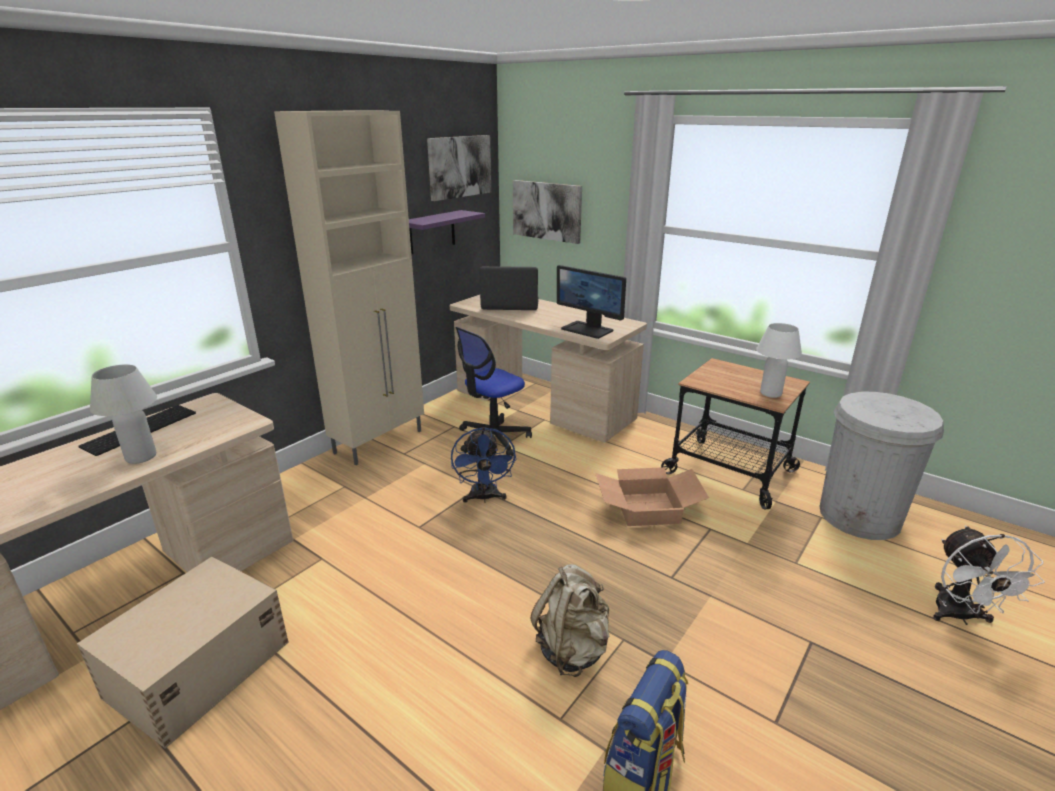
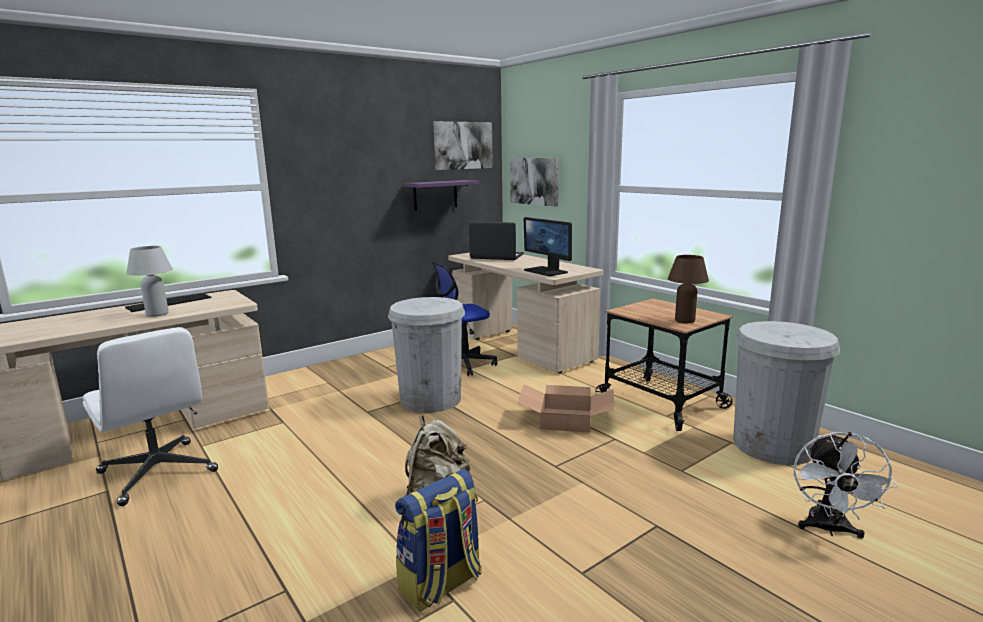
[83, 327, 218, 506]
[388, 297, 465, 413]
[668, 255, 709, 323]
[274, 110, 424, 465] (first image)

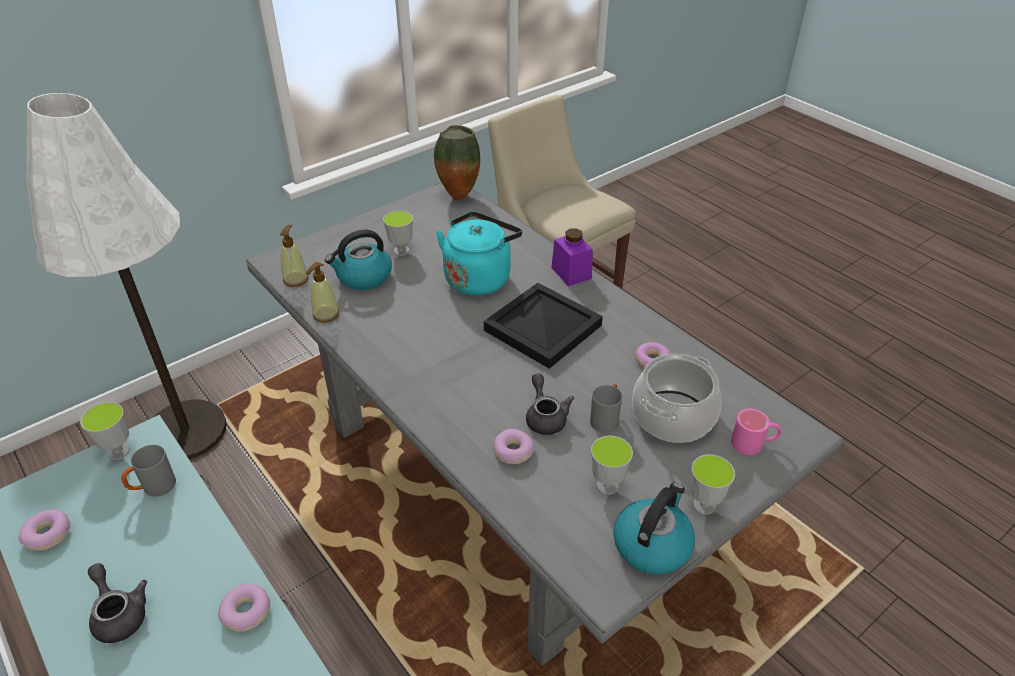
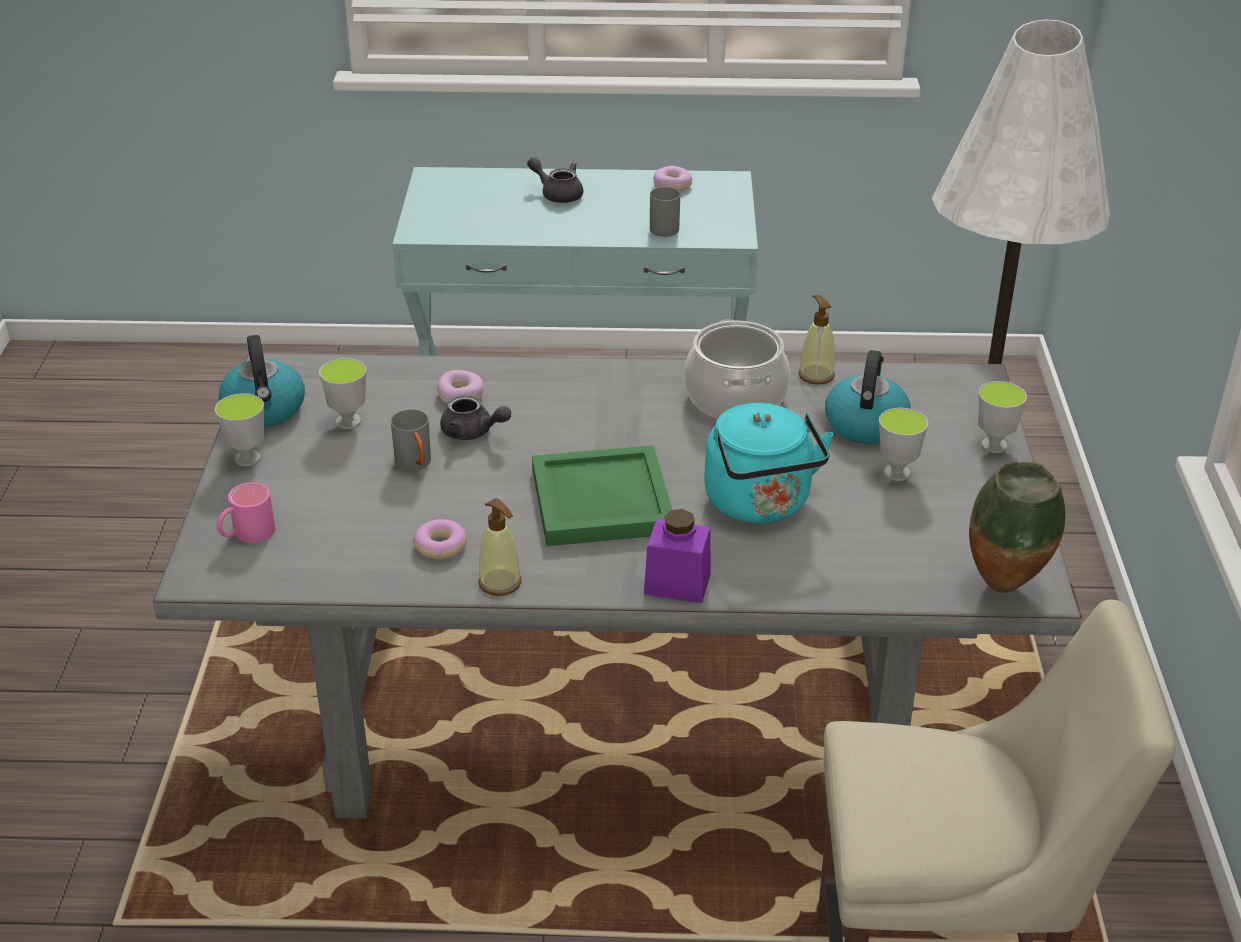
[478, 498, 522, 596]
[527, 157, 583, 203]
[532, 445, 672, 546]
[684, 319, 790, 419]
[978, 381, 1027, 453]
[218, 584, 270, 632] (first image)

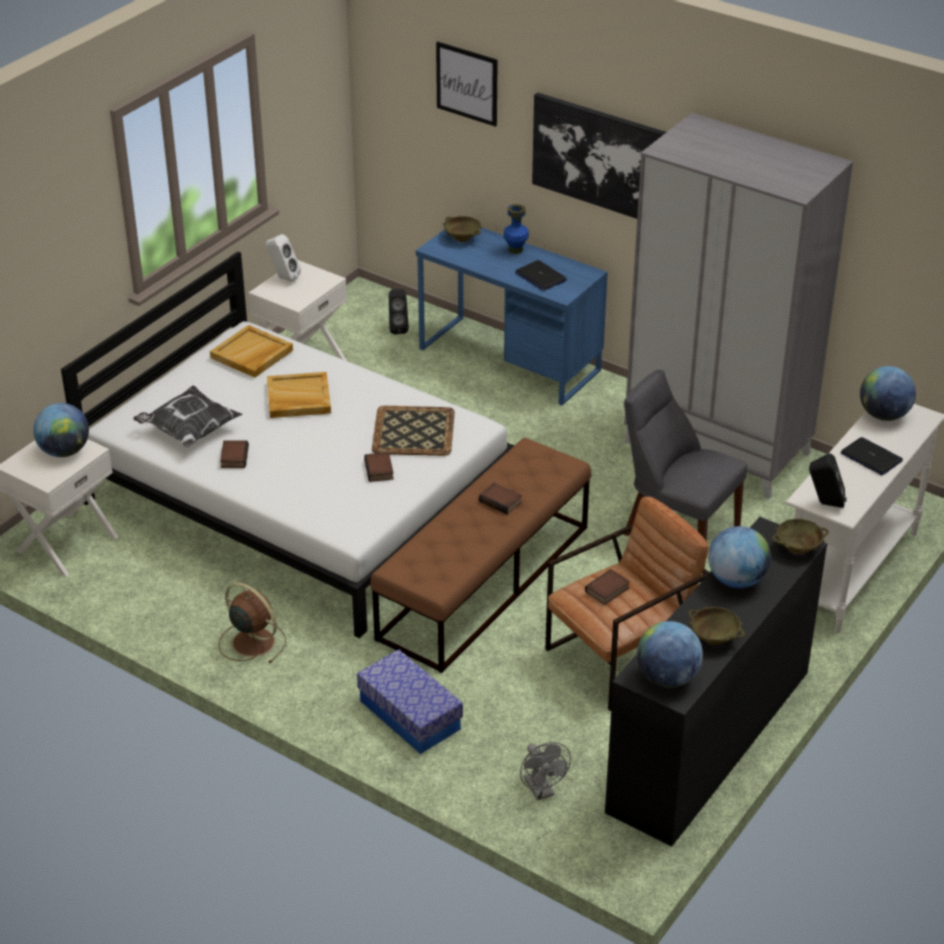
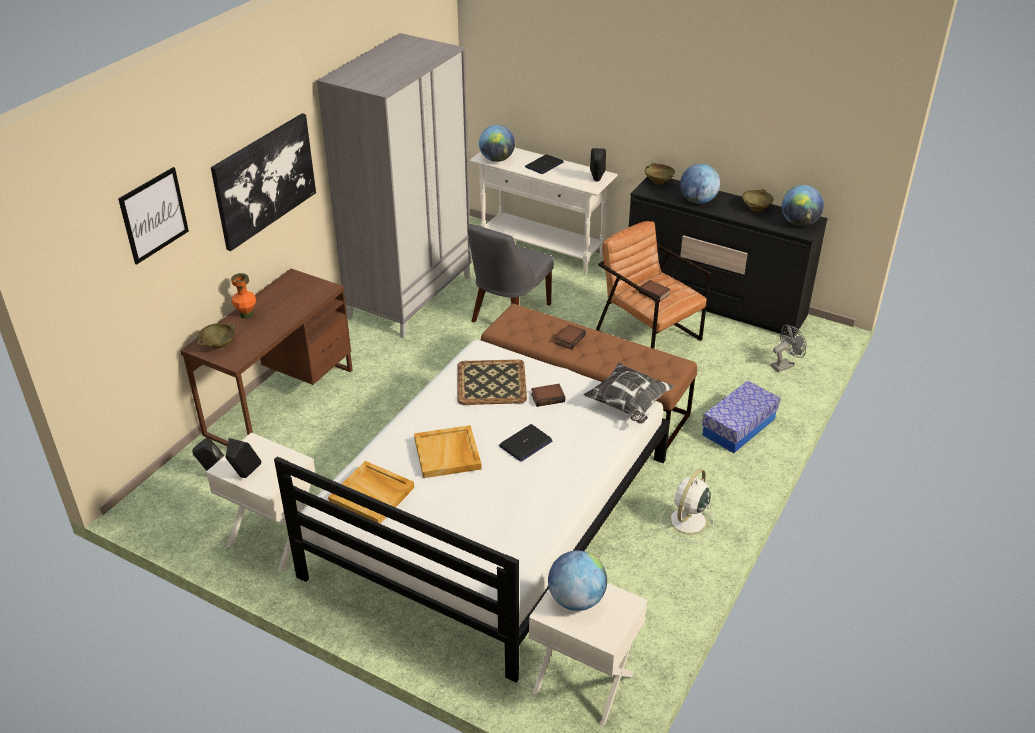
[180, 269, 352, 446]
[225, 438, 261, 478]
[231, 273, 256, 319]
[499, 424, 552, 461]
[583, 363, 674, 424]
[660, 469, 714, 542]
[220, 440, 249, 468] (first image)

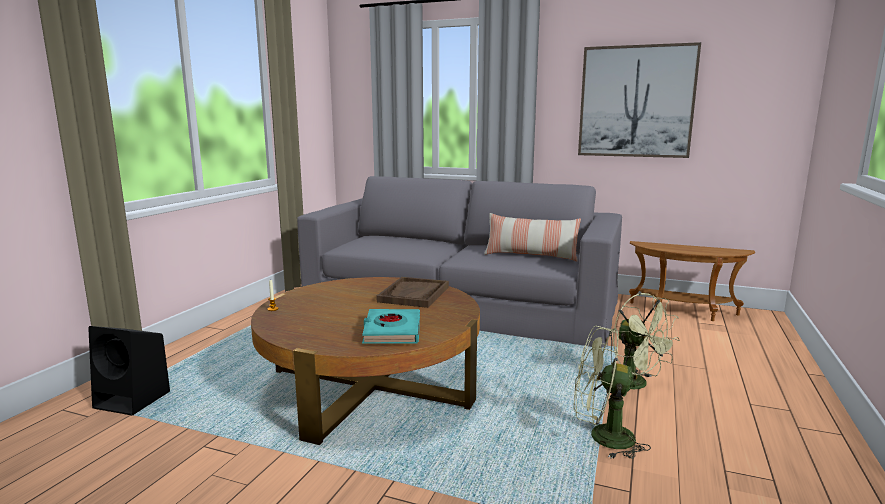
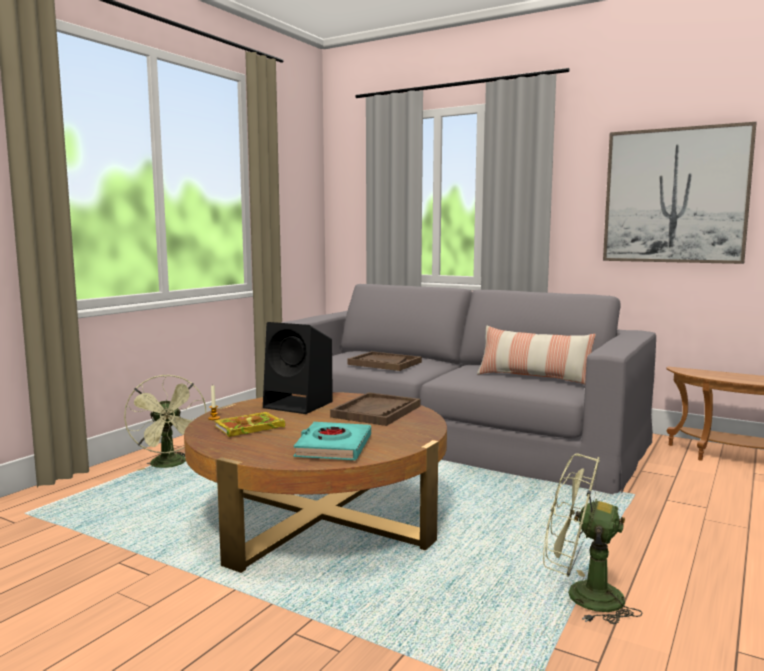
[124, 375, 206, 471]
[214, 412, 285, 437]
[263, 322, 333, 414]
[347, 351, 422, 371]

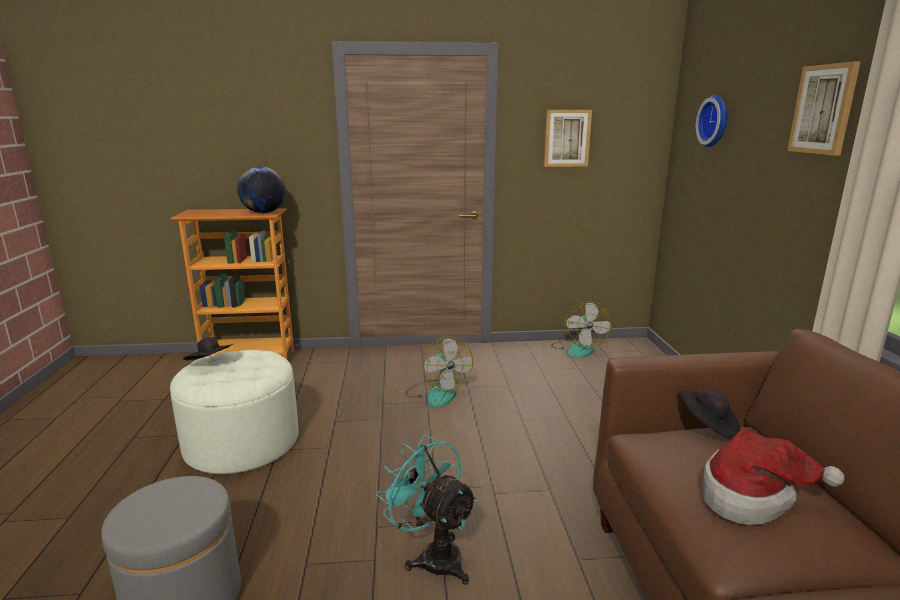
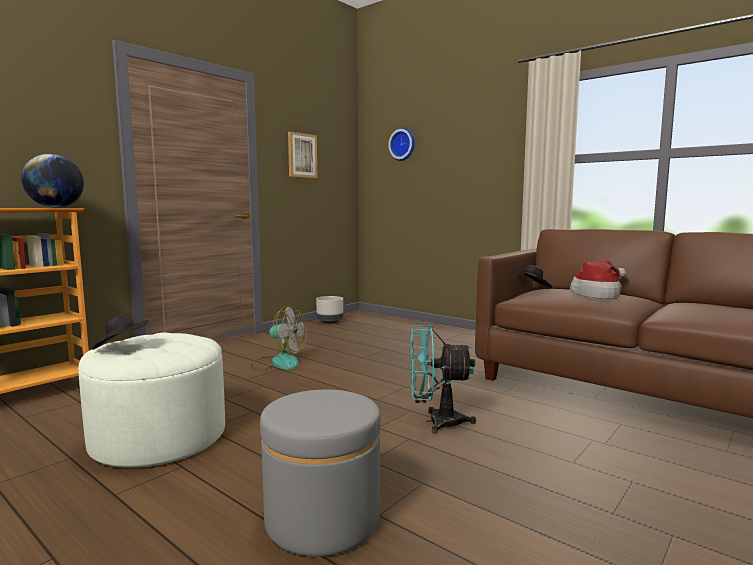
[316, 296, 343, 324]
[787, 61, 861, 156] (first image)

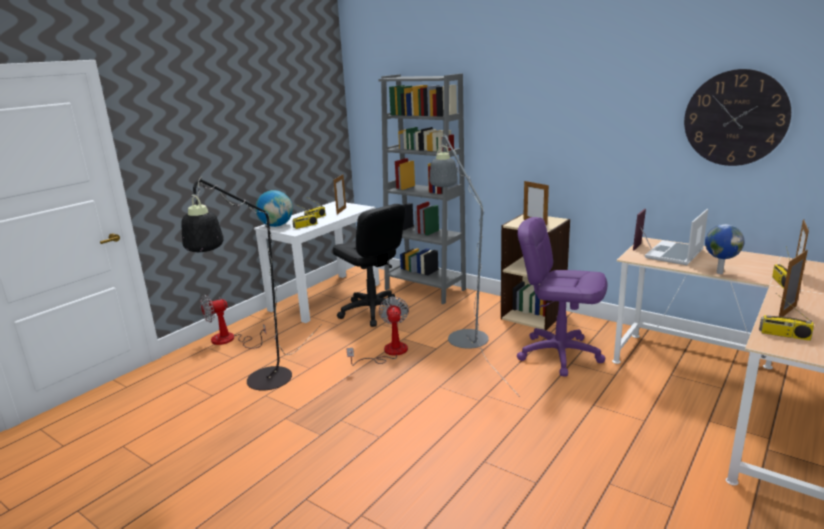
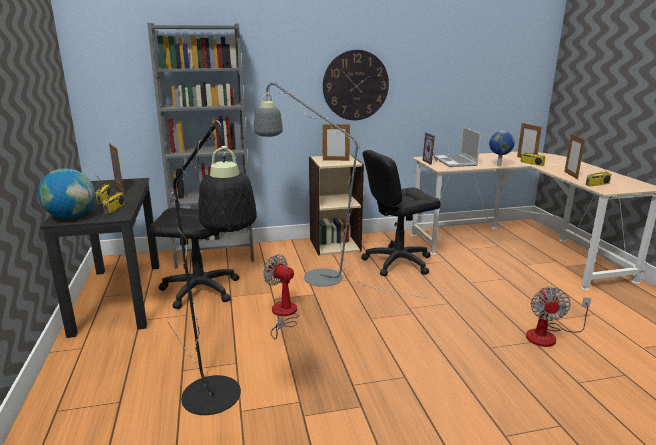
[40, 178, 159, 338]
[323, 50, 389, 120]
[361, 150, 441, 276]
[526, 286, 591, 347]

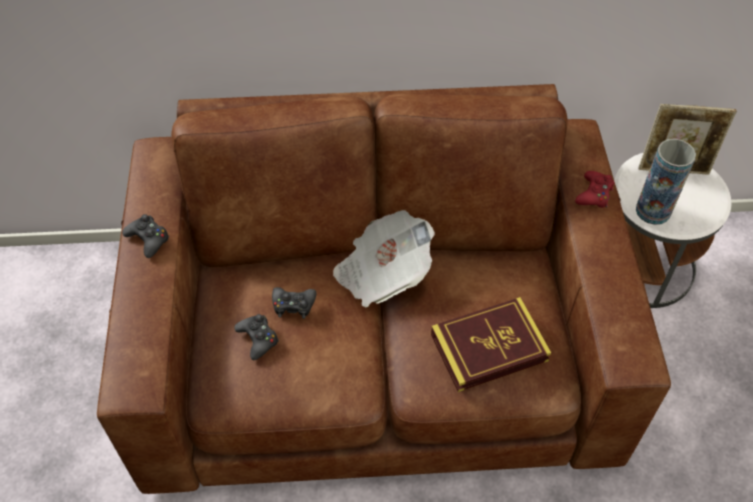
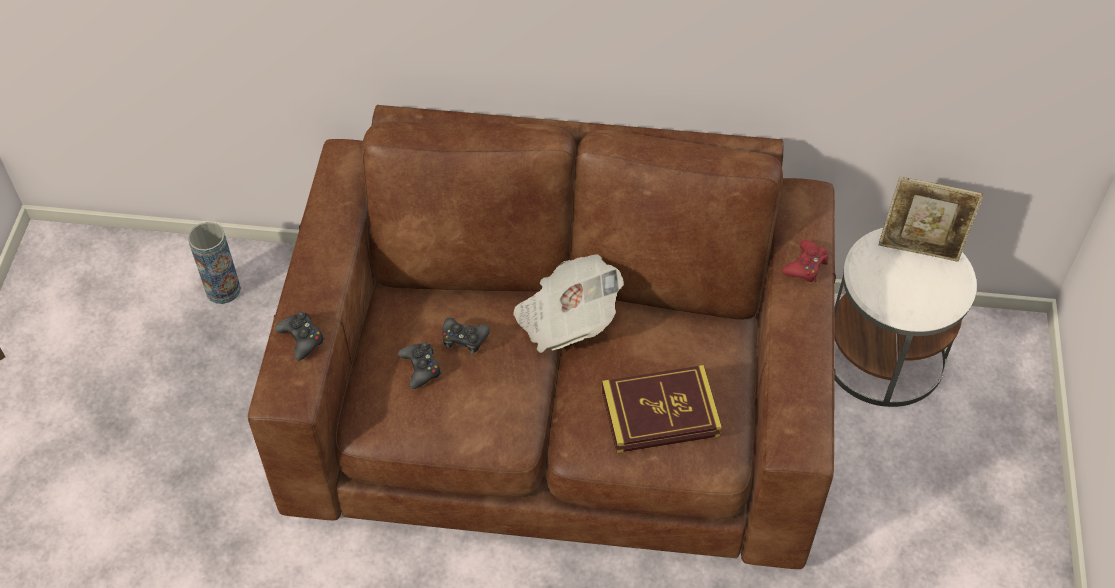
[188, 222, 241, 304]
[275, 311, 325, 361]

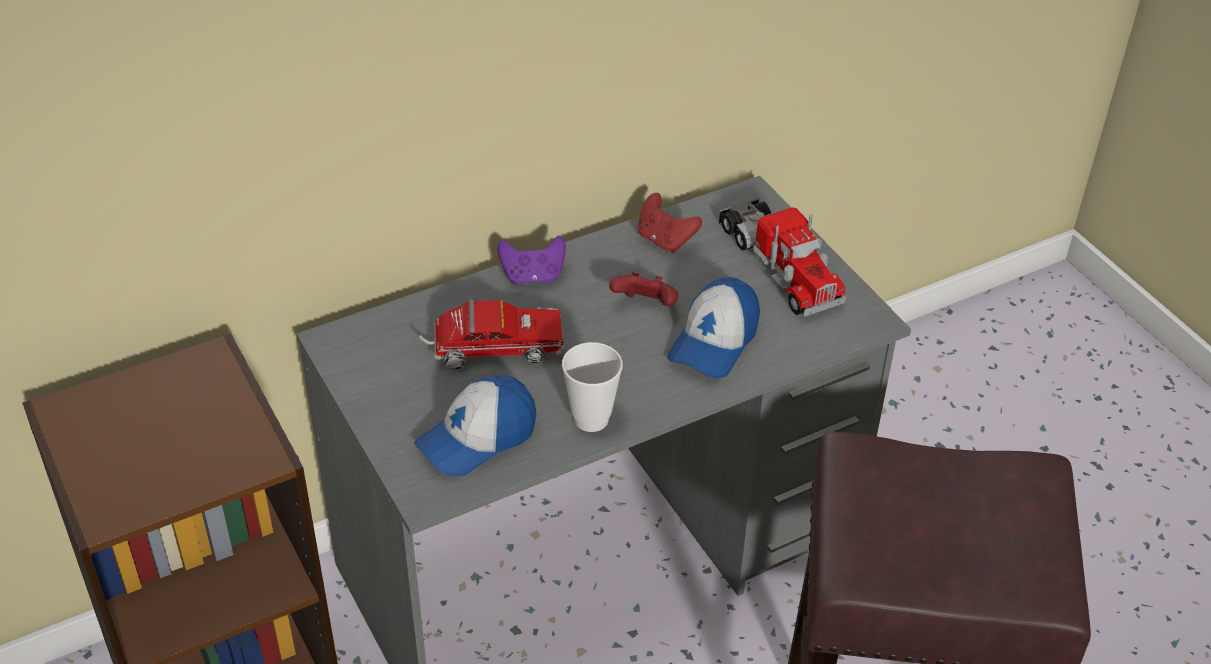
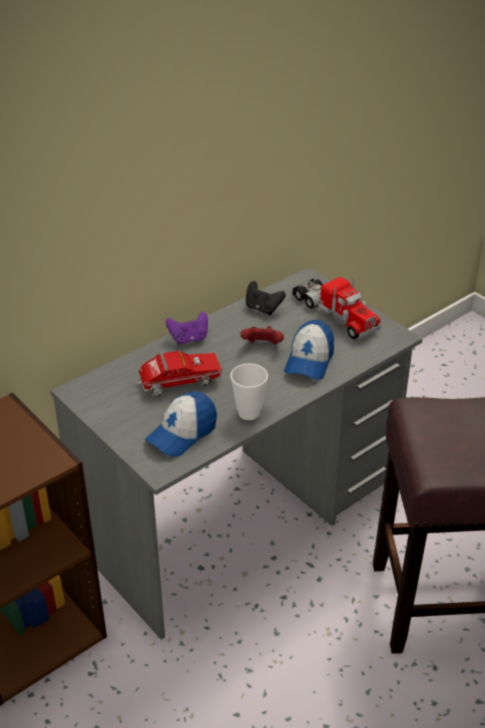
[246, 281, 286, 315]

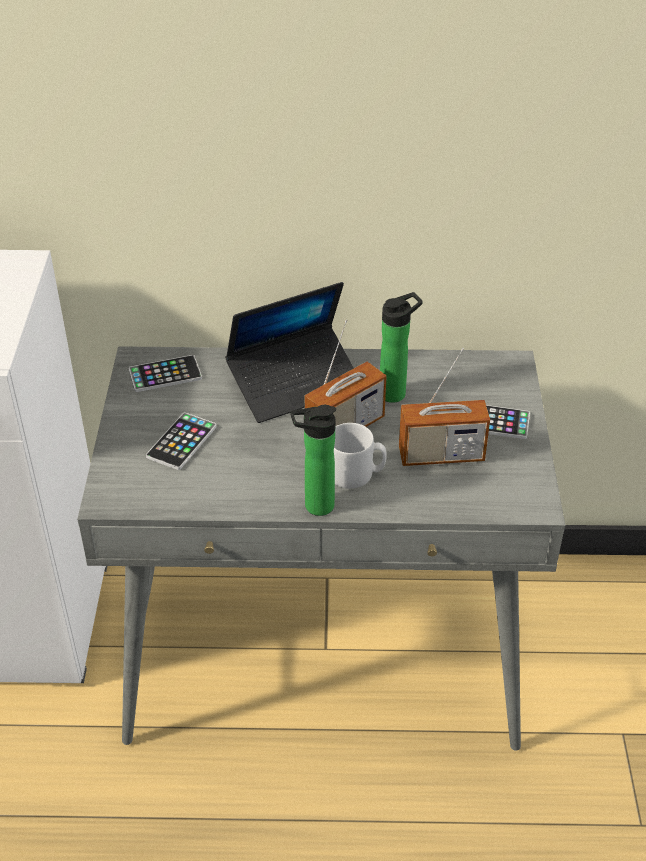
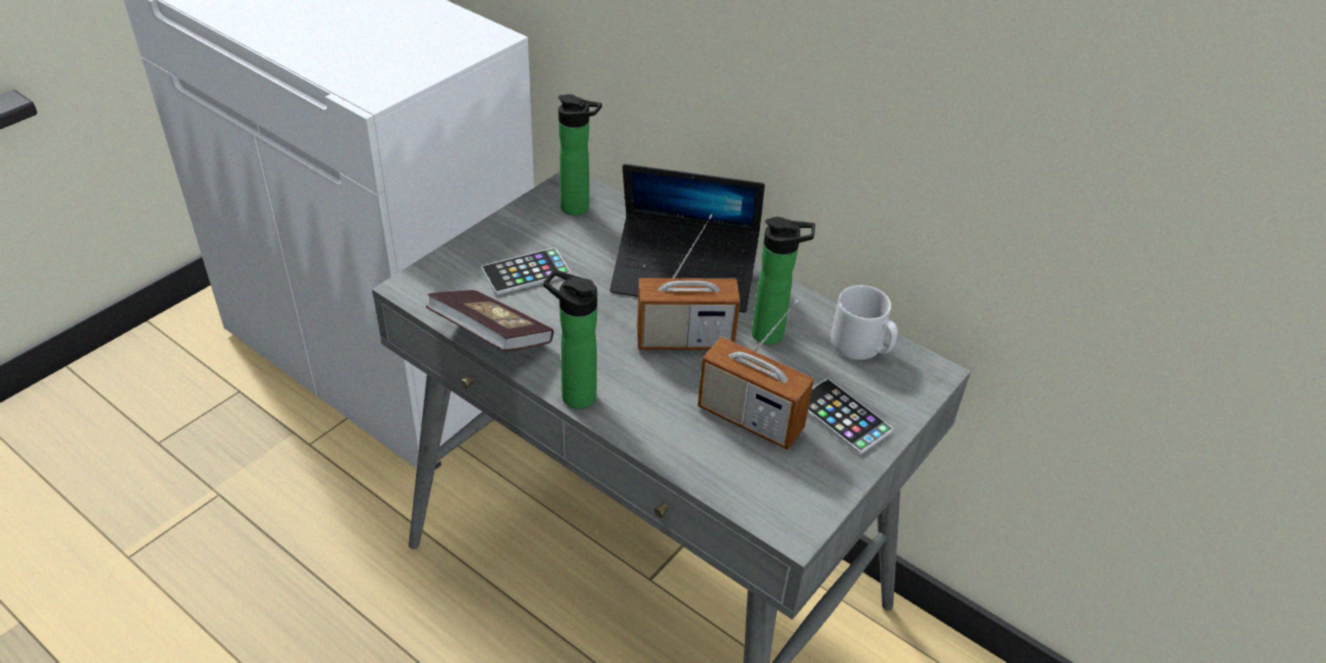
[426, 290, 554, 352]
[558, 94, 602, 216]
[831, 285, 898, 360]

